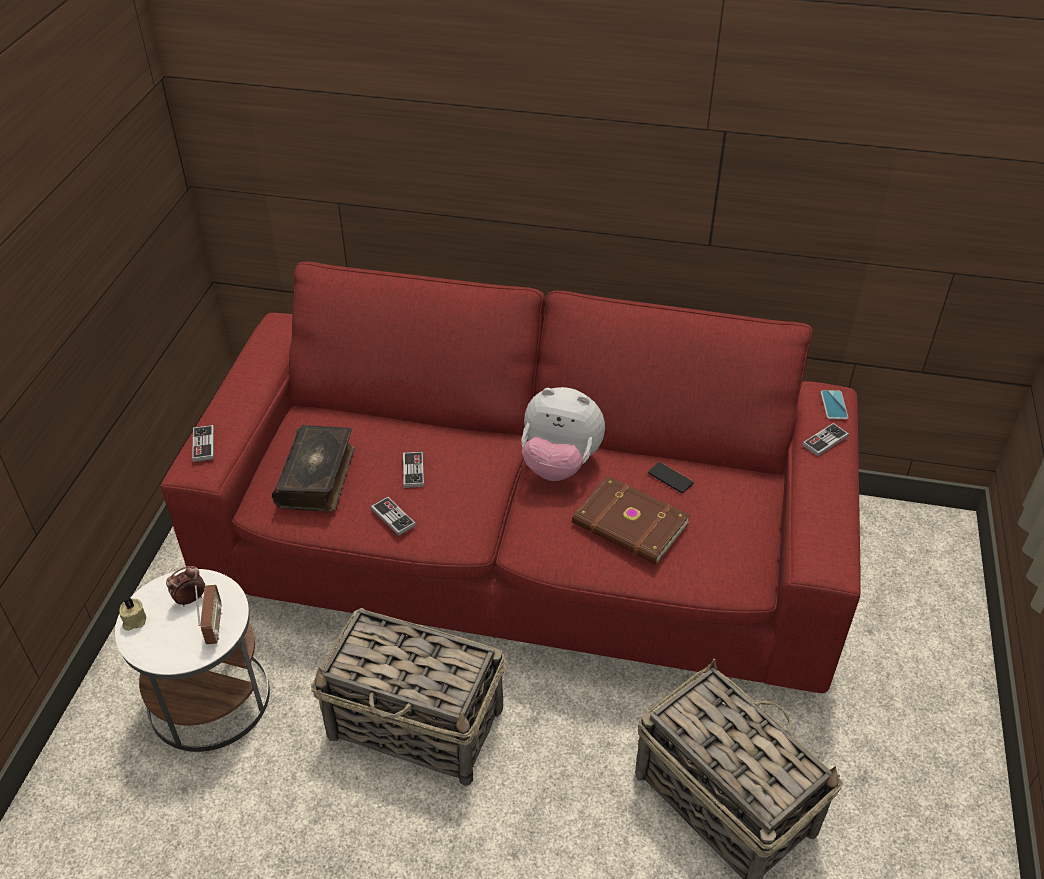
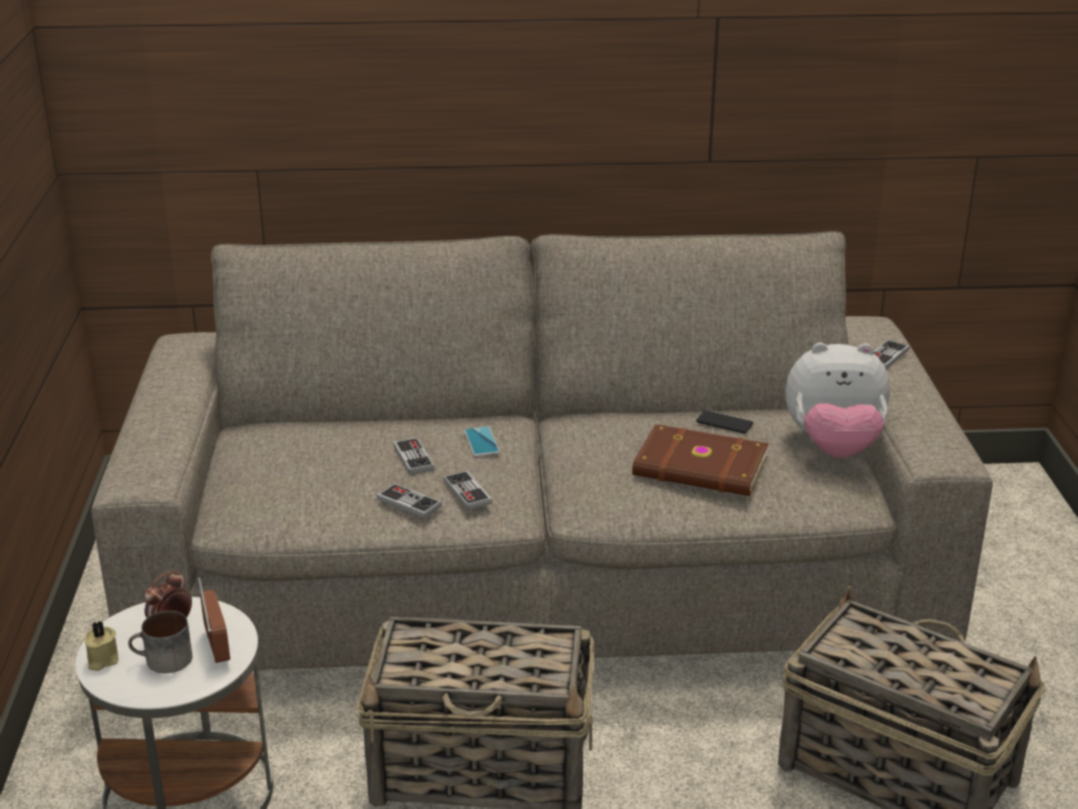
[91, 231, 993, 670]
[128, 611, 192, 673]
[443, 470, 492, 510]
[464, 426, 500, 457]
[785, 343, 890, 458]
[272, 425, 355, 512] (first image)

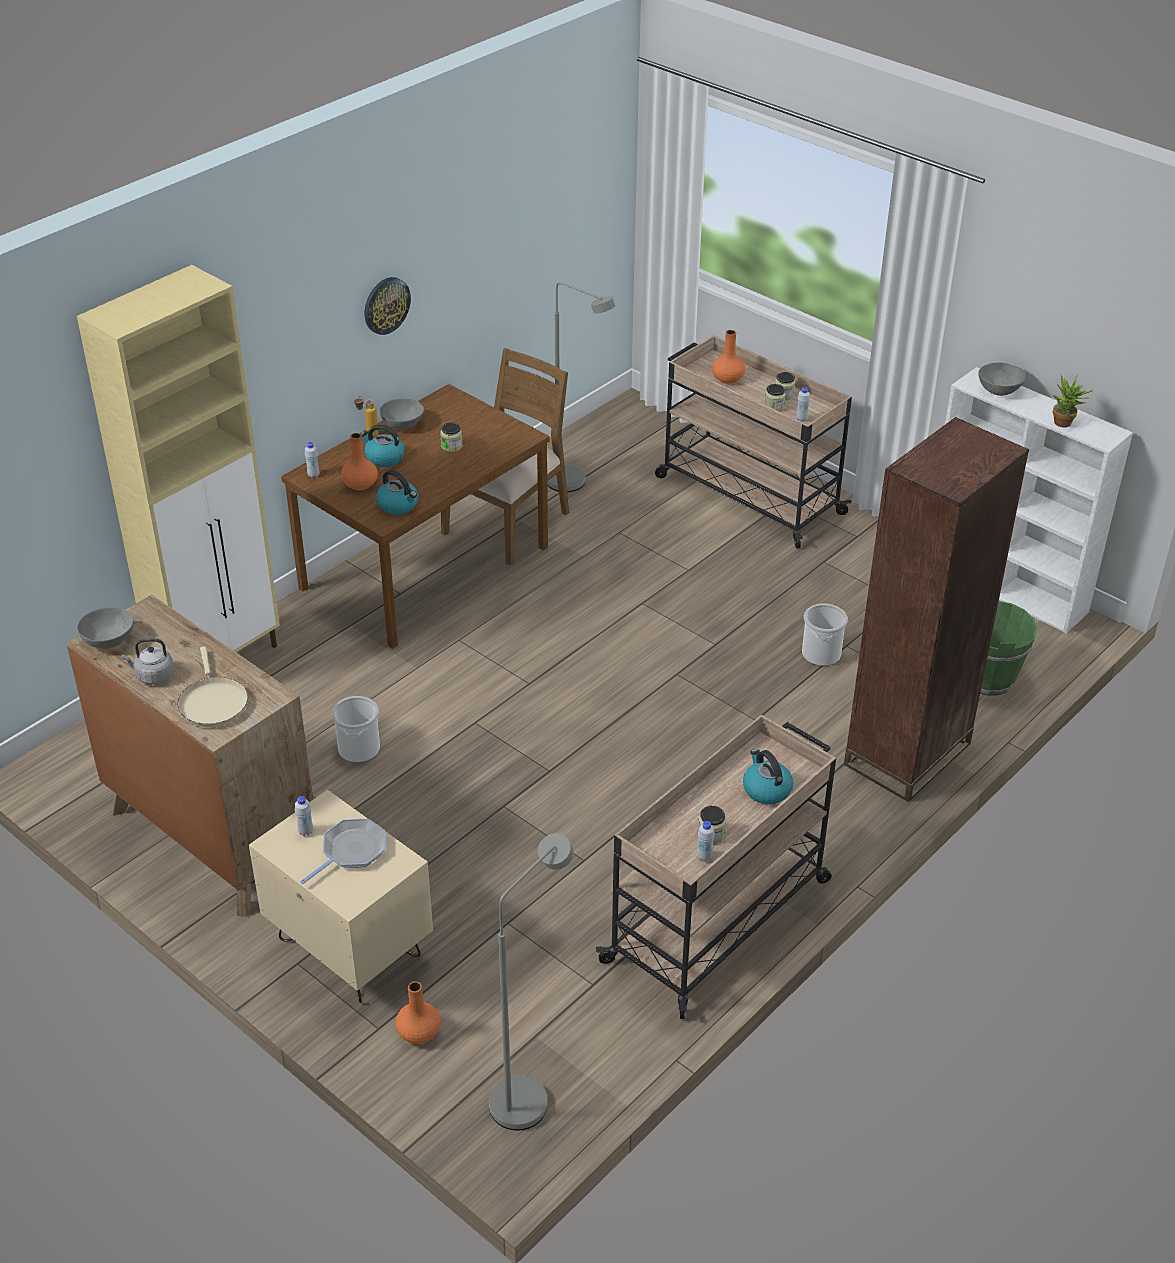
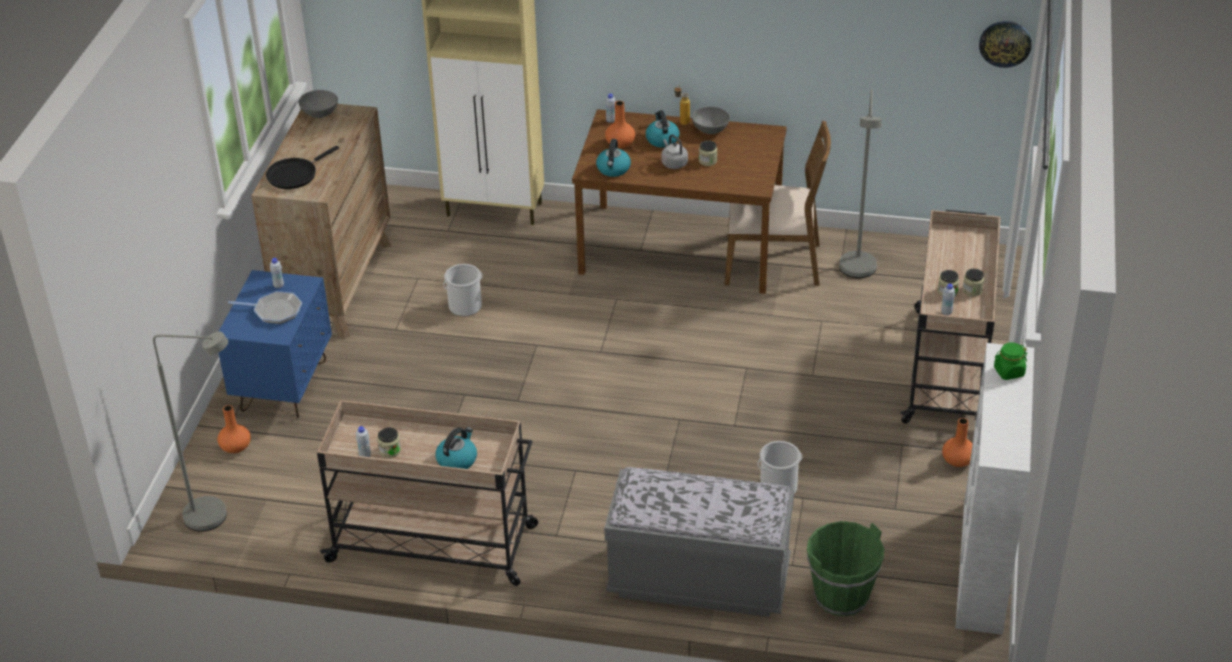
[219, 270, 332, 418]
[266, 146, 339, 189]
[604, 467, 794, 617]
[661, 134, 688, 169]
[942, 418, 973, 467]
[979, 21, 1032, 68]
[994, 342, 1027, 380]
[1052, 374, 1093, 428] (first image)

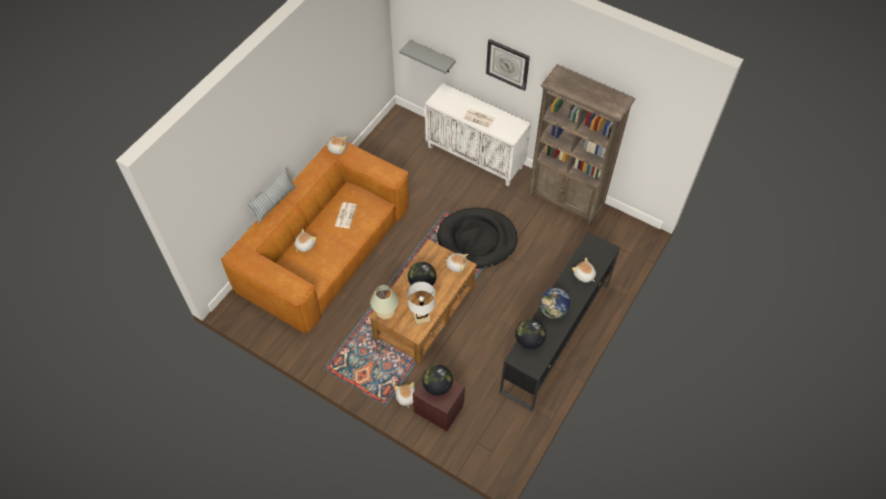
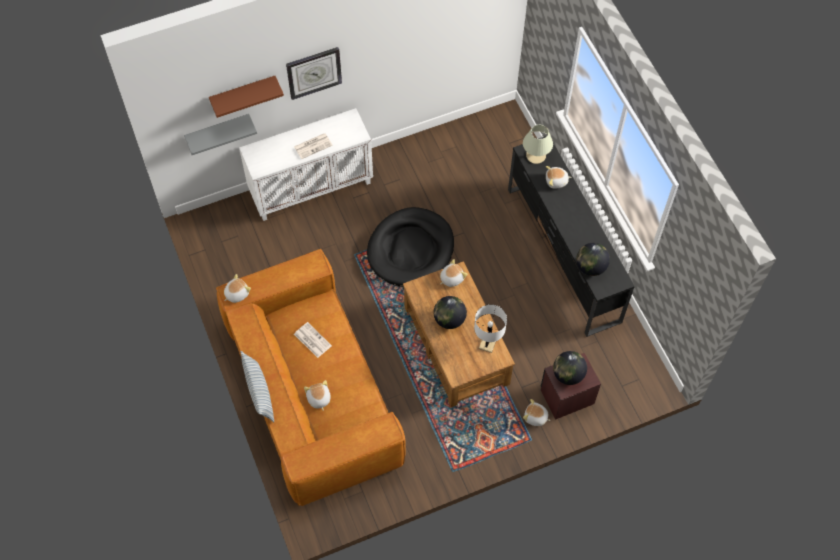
[209, 76, 284, 118]
[523, 125, 553, 164]
[528, 65, 635, 226] (first image)
[540, 288, 570, 319] (first image)

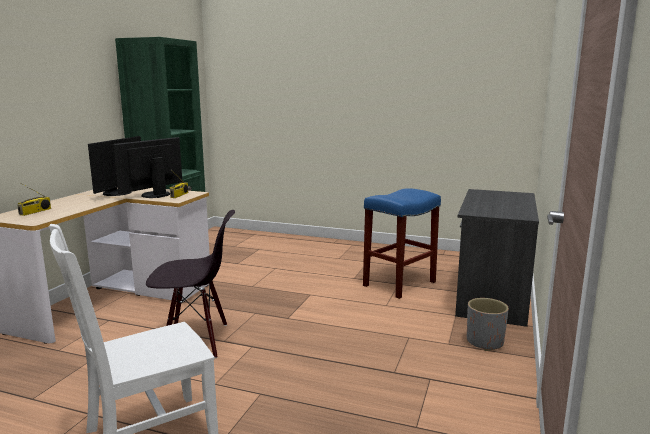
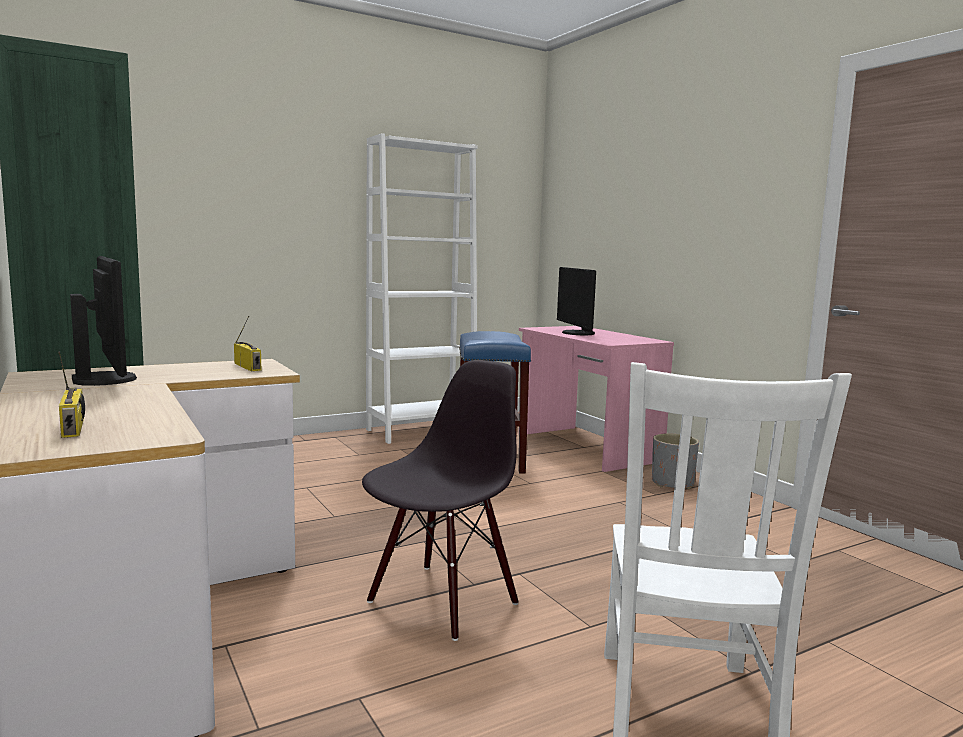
[366, 133, 478, 444]
[518, 326, 674, 472]
[557, 267, 596, 335]

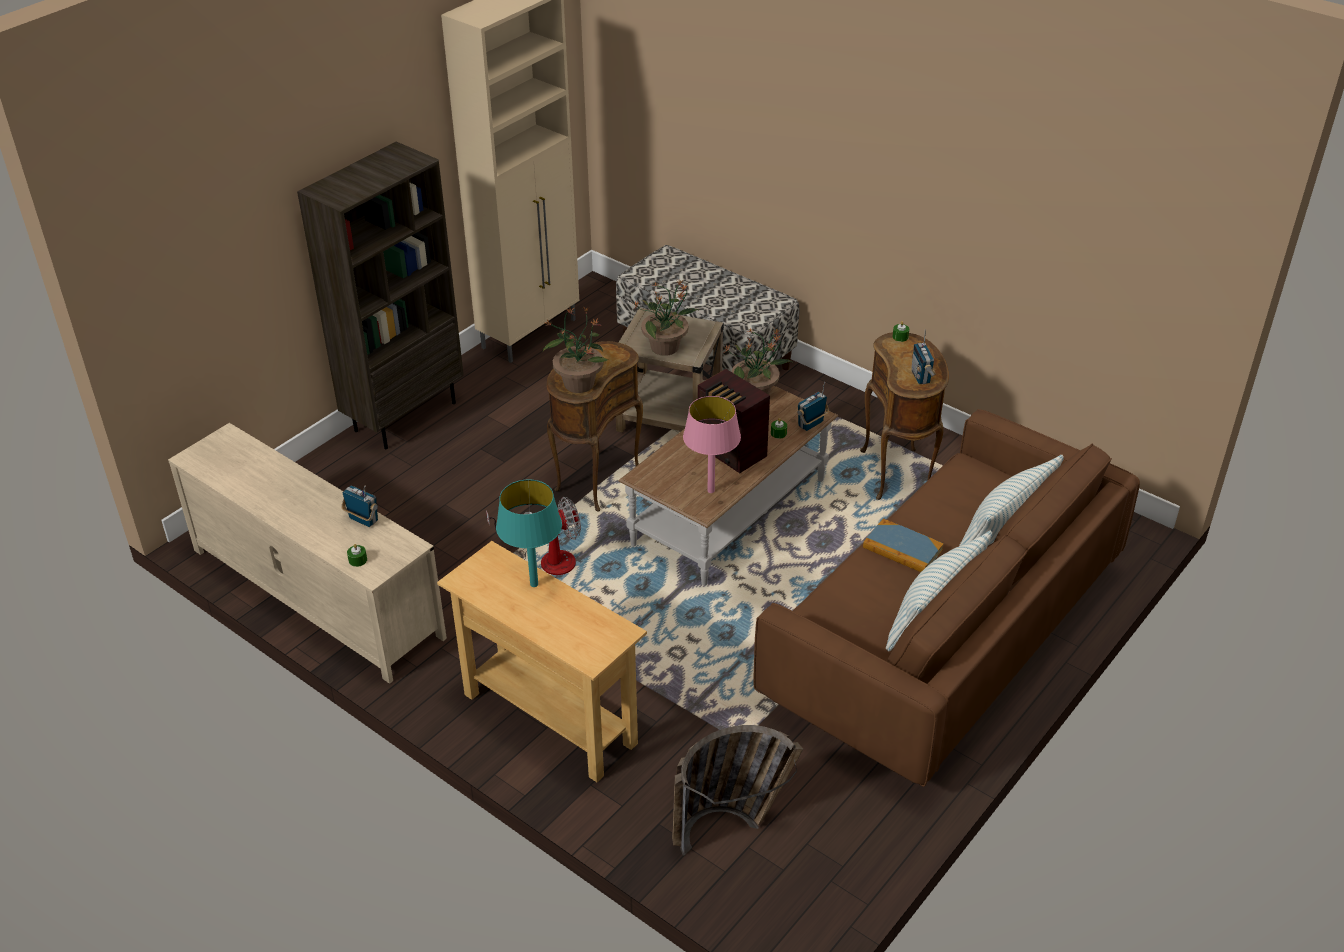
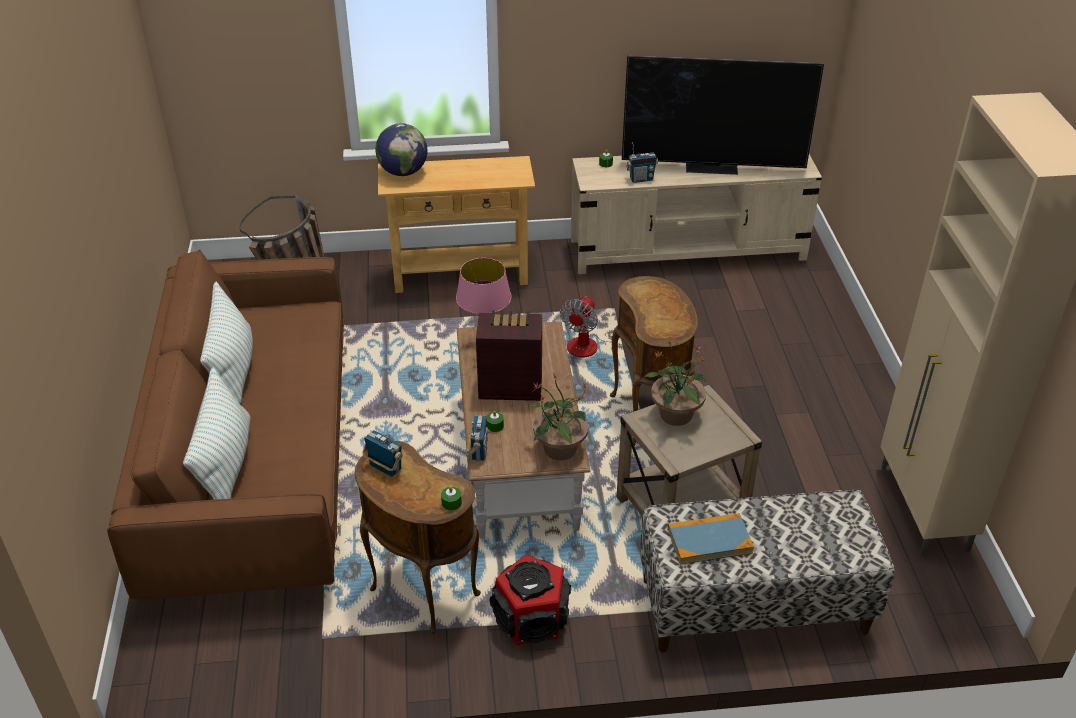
[375, 123, 427, 176]
[490, 555, 571, 645]
[622, 56, 824, 175]
[668, 513, 754, 565]
[297, 142, 464, 449] (first image)
[496, 479, 562, 587] (first image)
[543, 307, 608, 393] (first image)

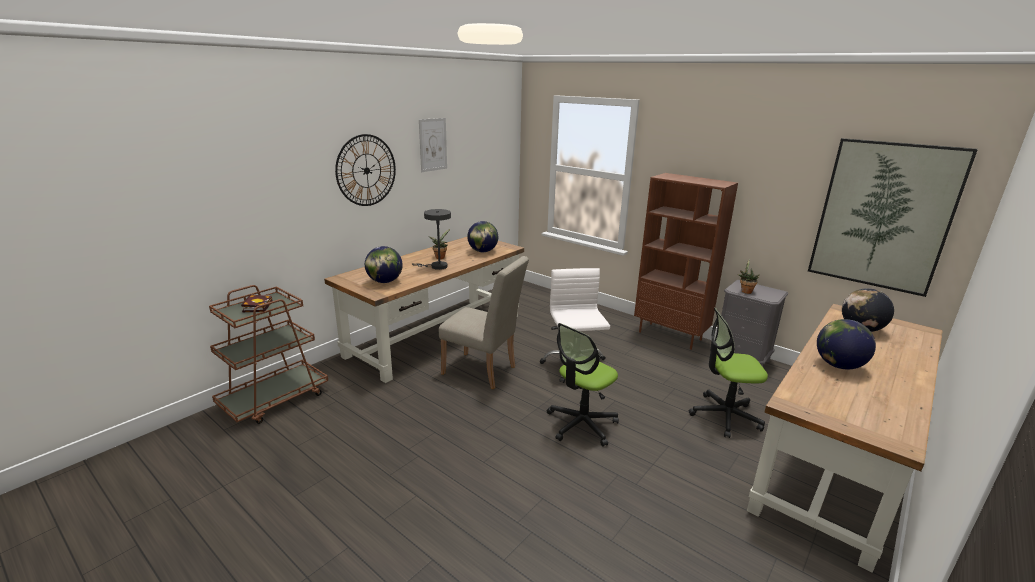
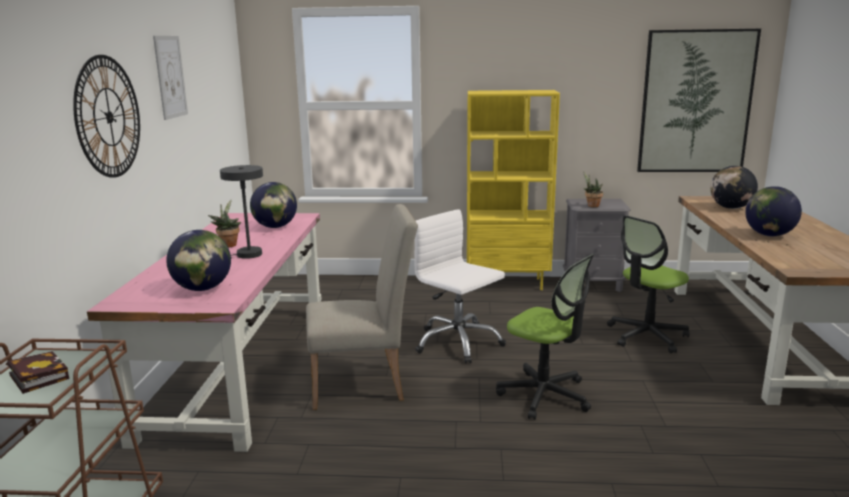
[87, 213, 322, 452]
[467, 90, 560, 290]
[496, 254, 594, 420]

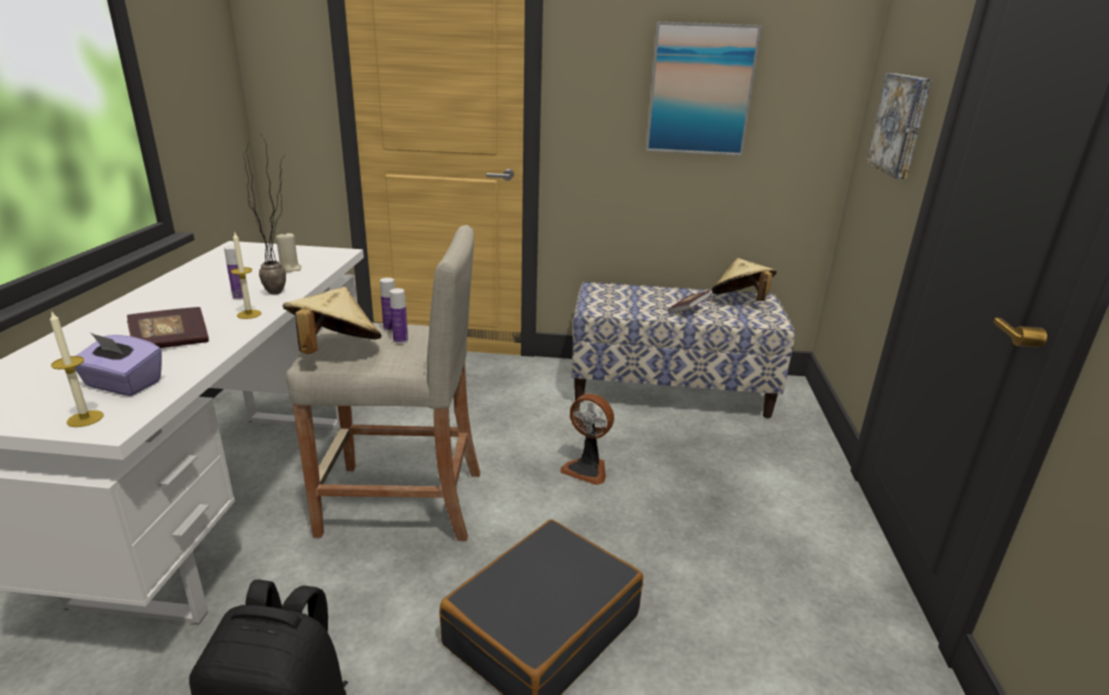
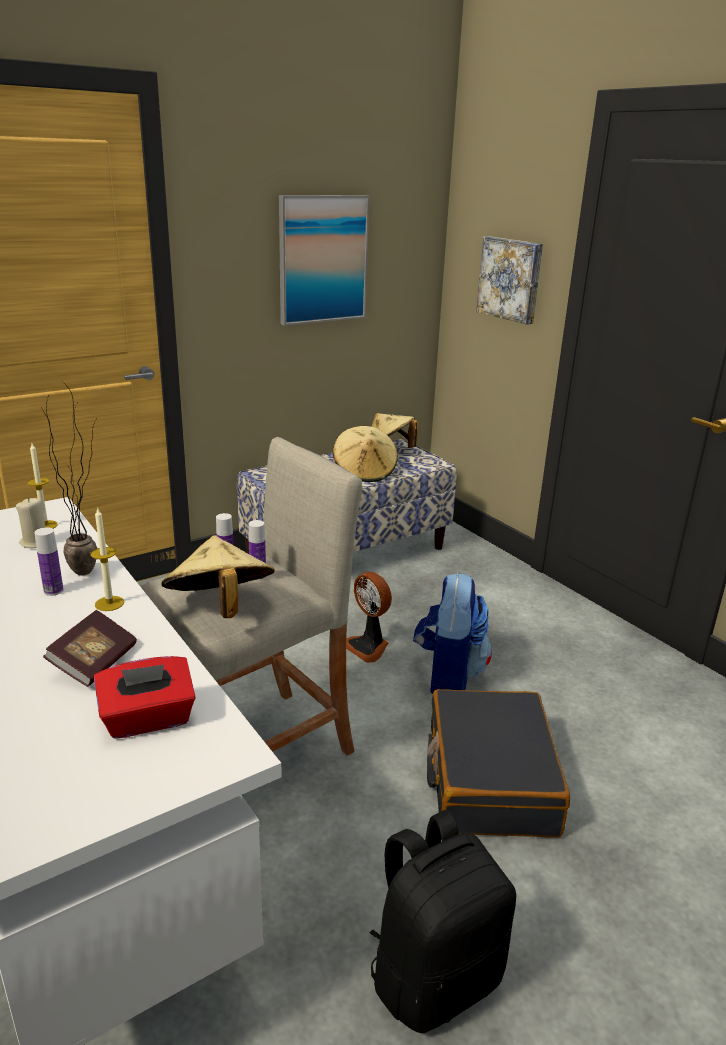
[27, 443, 58, 529]
[94, 656, 196, 739]
[333, 426, 398, 482]
[346, 572, 392, 663]
[413, 573, 492, 694]

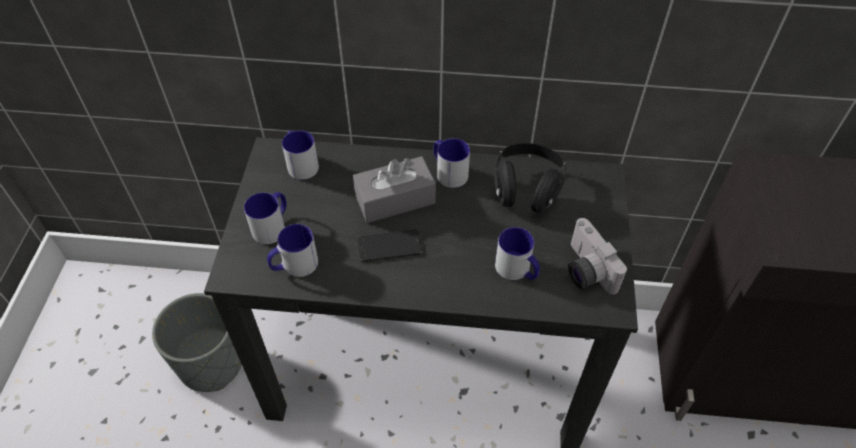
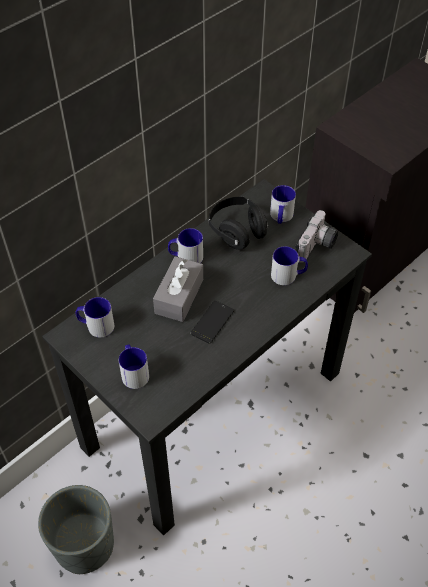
[270, 185, 296, 224]
[295, 210, 339, 263]

